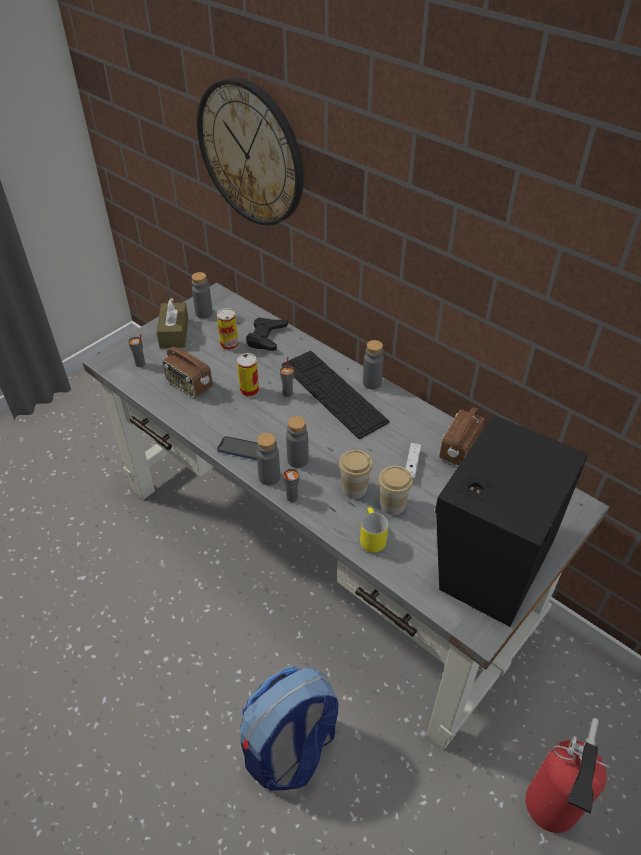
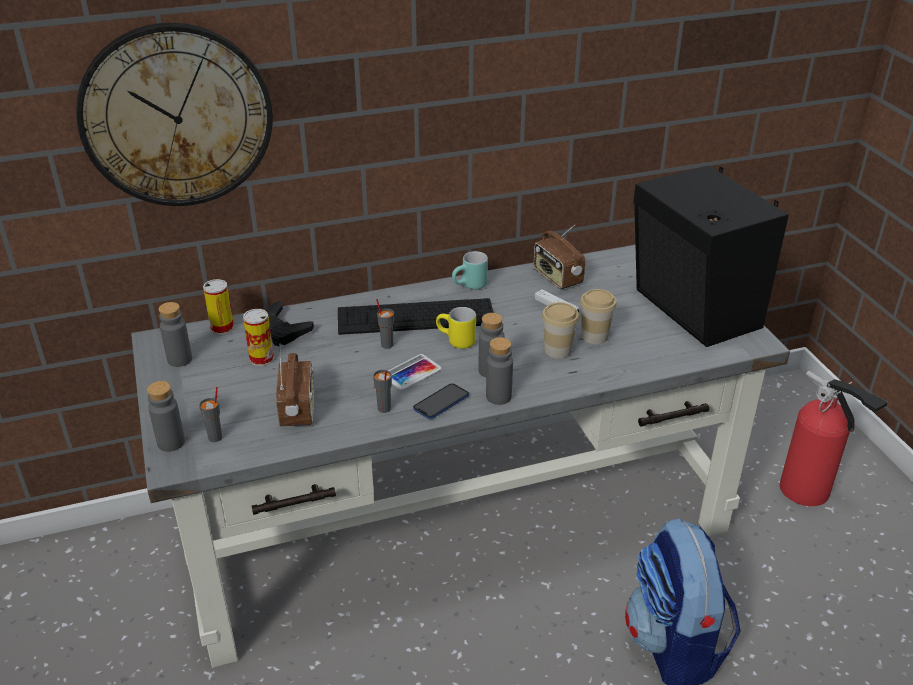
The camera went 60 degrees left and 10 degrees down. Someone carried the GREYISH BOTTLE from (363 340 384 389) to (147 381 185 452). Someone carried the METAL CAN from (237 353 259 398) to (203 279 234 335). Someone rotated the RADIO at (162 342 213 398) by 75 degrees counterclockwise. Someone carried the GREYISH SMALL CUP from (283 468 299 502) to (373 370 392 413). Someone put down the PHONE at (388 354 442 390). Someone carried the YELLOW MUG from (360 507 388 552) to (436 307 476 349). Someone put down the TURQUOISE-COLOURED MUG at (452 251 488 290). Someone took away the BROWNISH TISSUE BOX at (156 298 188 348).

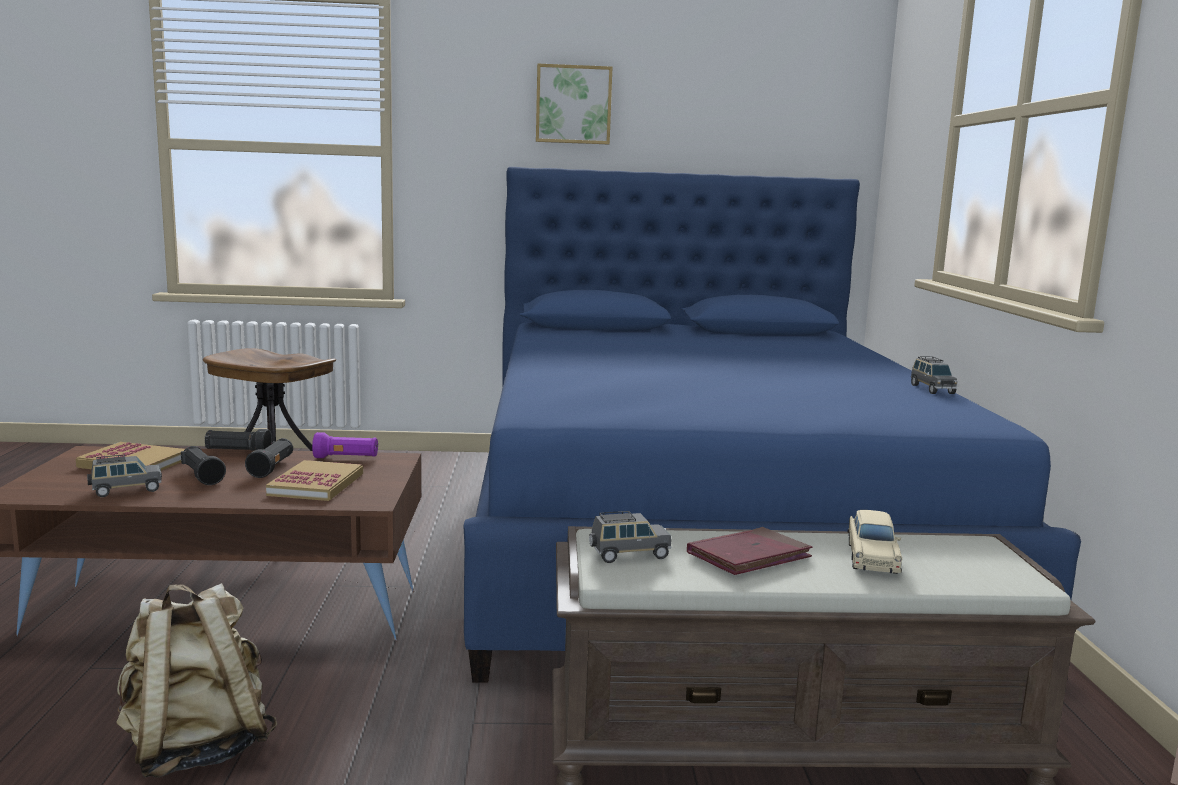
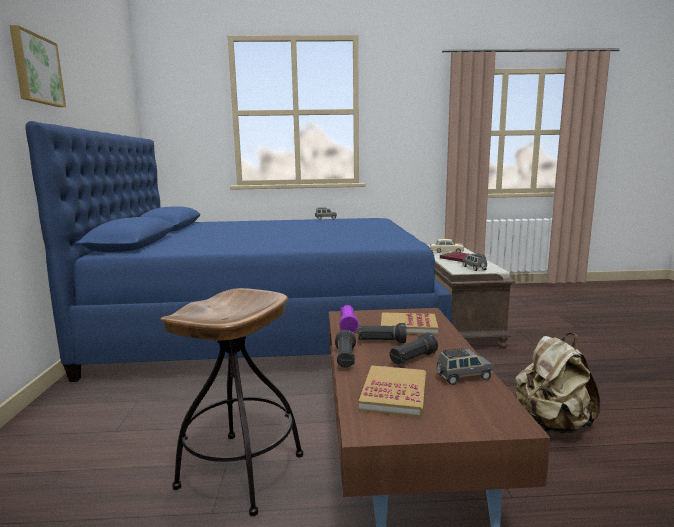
The camera went 90 degrees left and 0 degrees up. Someone rotated the GREYISH TOY CAR at (87 455 162 497) by 105 degrees clockwise.

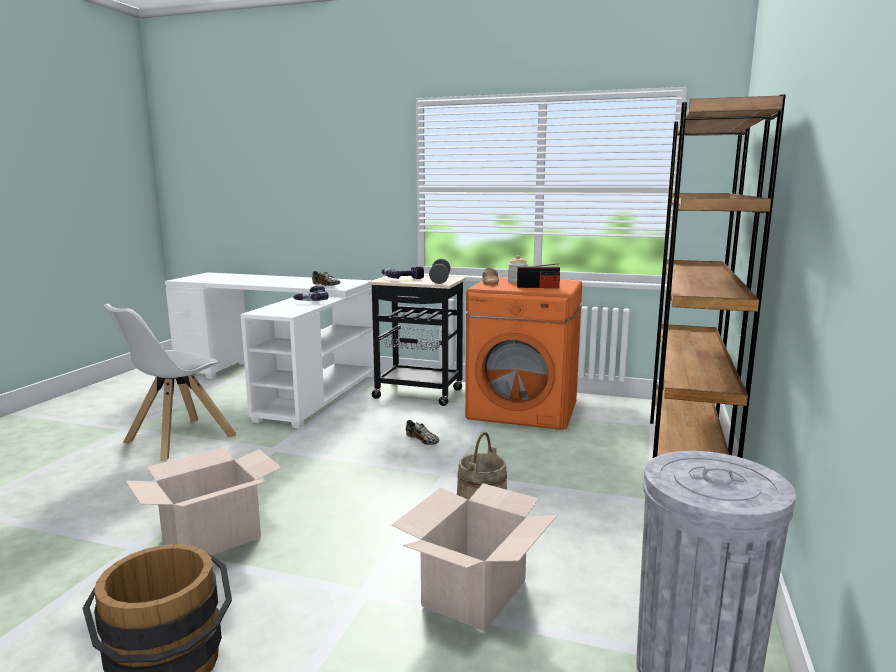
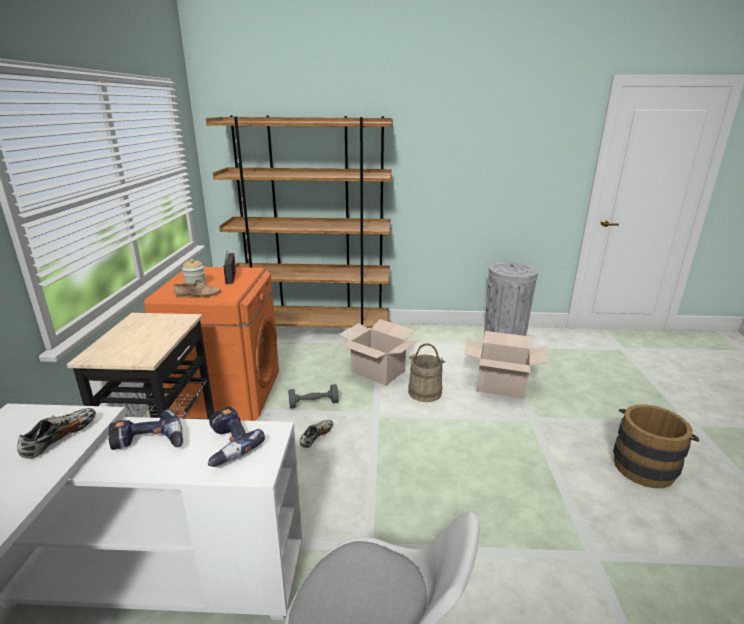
The camera went 105 degrees left and 10 degrees up. Someone carried the ELECTRIC DRILL from (382 266 424 279) to (208 406 265 467). Someone carried the GREYISH DUMBBELL from (429 259 450 284) to (288 384 339 408). Someone carried the CARDBOARD BOX from (125 447 282 556) to (339 319 419 386).

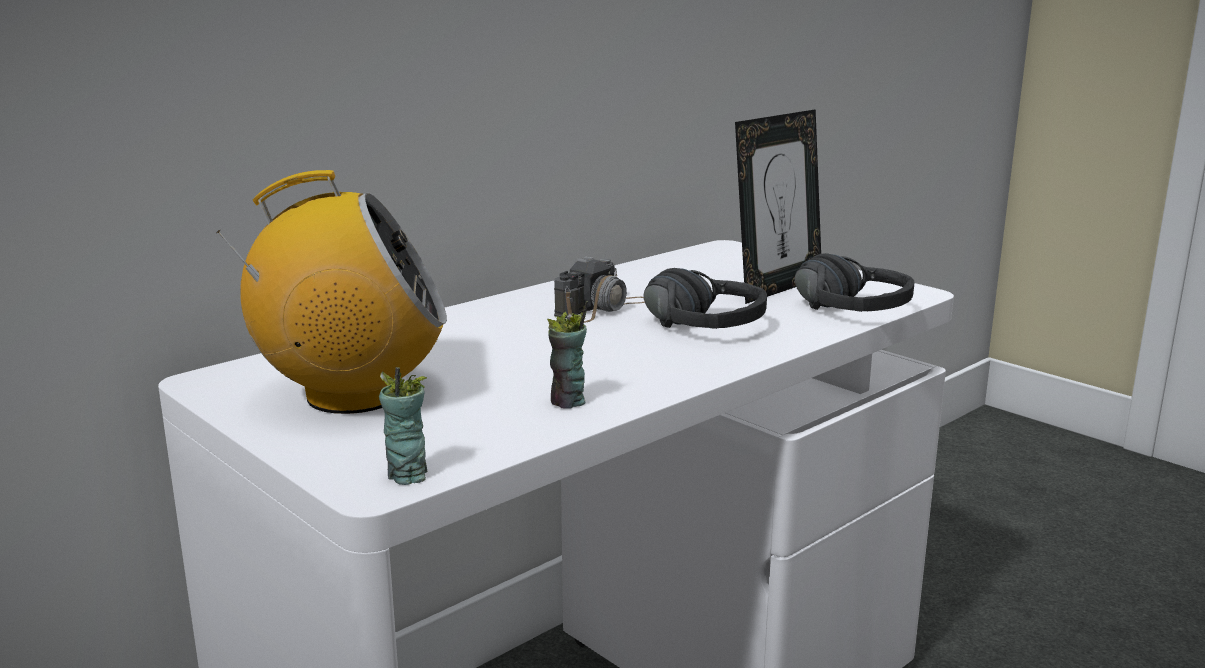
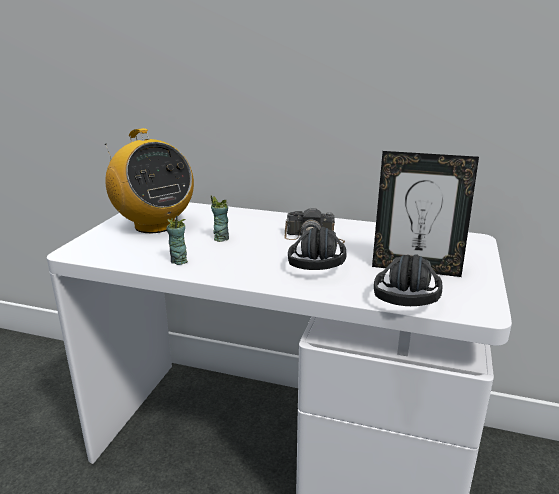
The camera went 60 degrees right and 5 degrees up. Someone carried the SMALL CUP from (379 367 427 485) to (211 195 229 242).

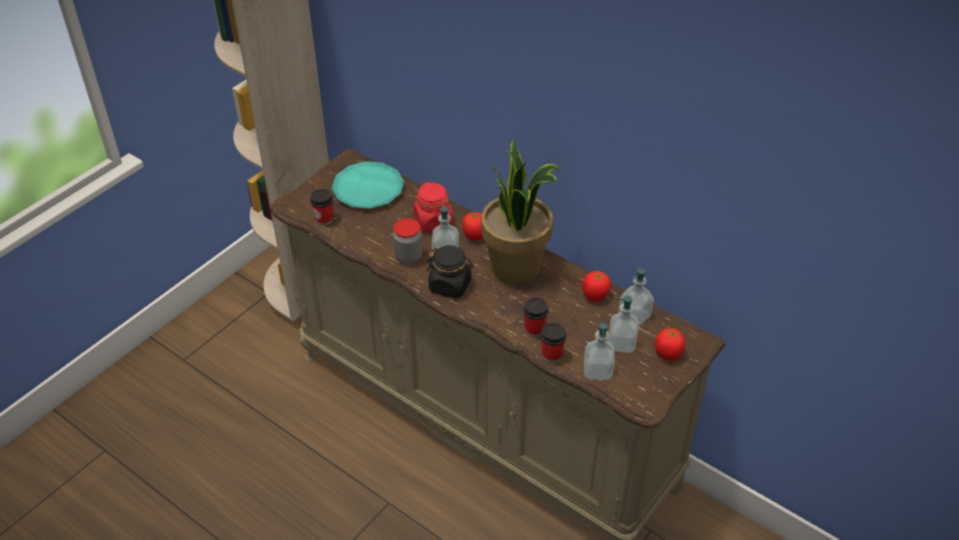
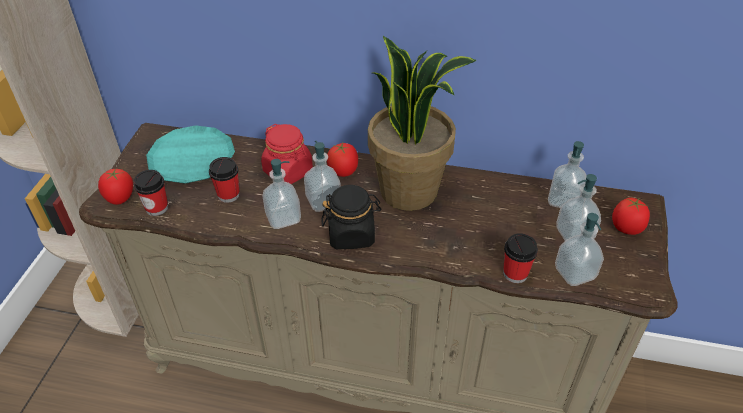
The camera went 25 degrees left and 0 degrees up. Someone carried the WHOLE TOMATO from (582 271 611 302) to (98 169 133 205). Someone carried the SMALL CUP from (523 297 549 337) to (209 157 240 203). Someone swapped the STORAGE JAR at (393 218 423 264) for the LIQUID SOAP BOTTLE at (262 159 301 229).

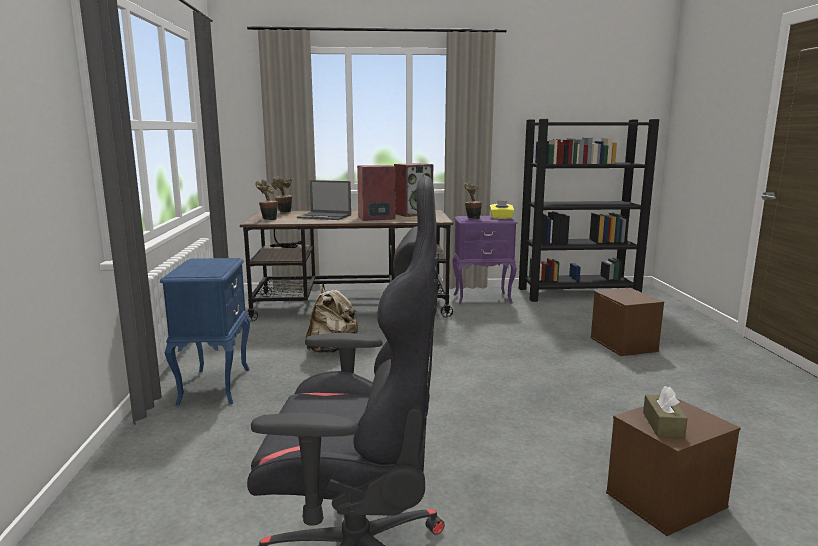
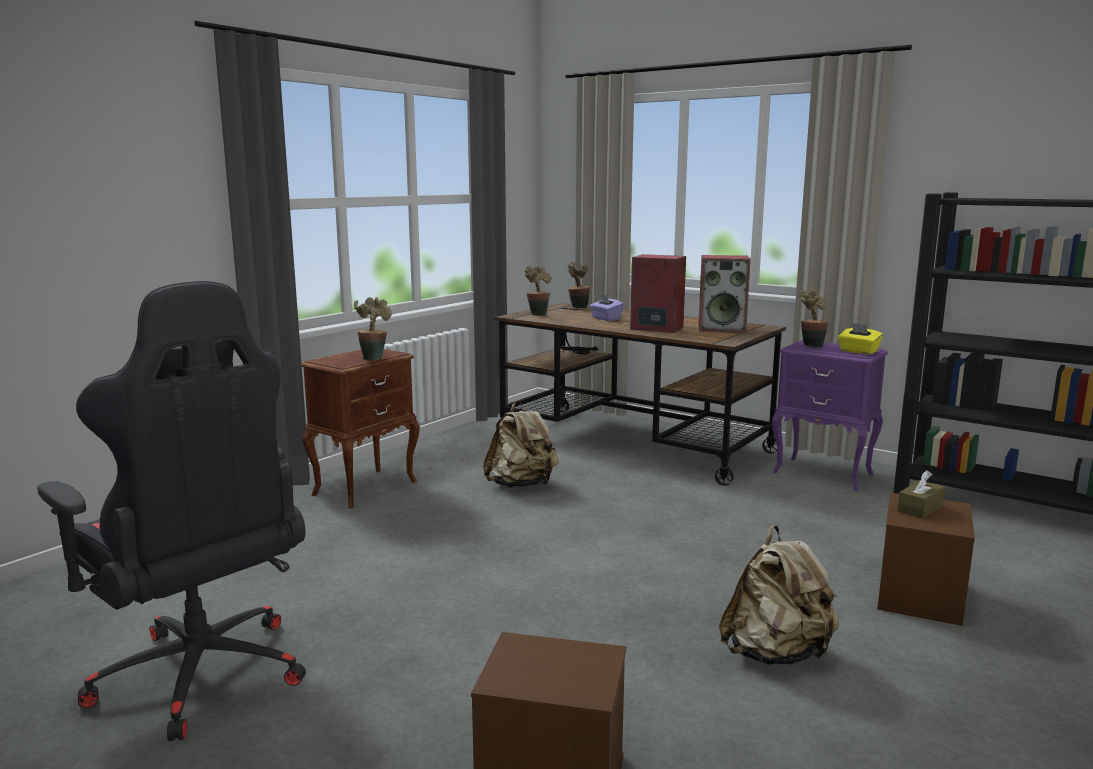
The camera went 40 degrees right and 0 degrees up. Someone repainted the BLUISH BEDSIDE TABLE at (160 258 250 406), which became the BROWNISH BEDSIDE TABLE at (300 349 420 509). Someone put down the POTTED PLANT at (354 297 392 361). Someone swapped the LAPTOP at (297 180 351 220) for the PURPLE-COLOURED TISSUE BOX at (589 294 624 321). Someone put down the SAND-COLOURED KNAPSACK at (719 525 839 665). Someone carried the BROWNISH TISSUE BOX from (643 386 688 438) to (897 470 945 519).

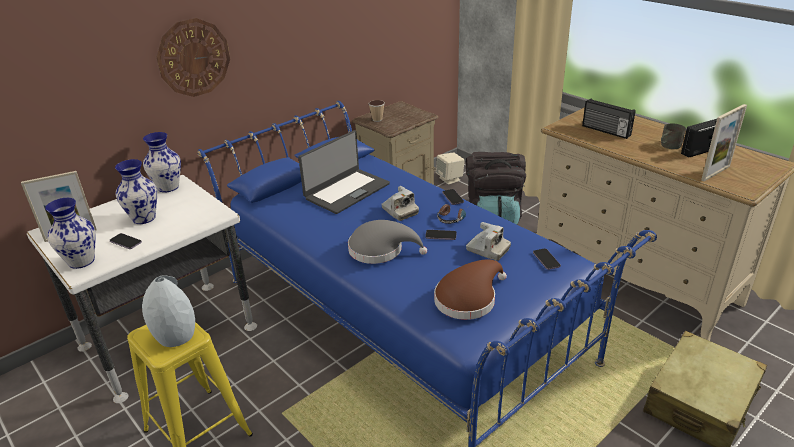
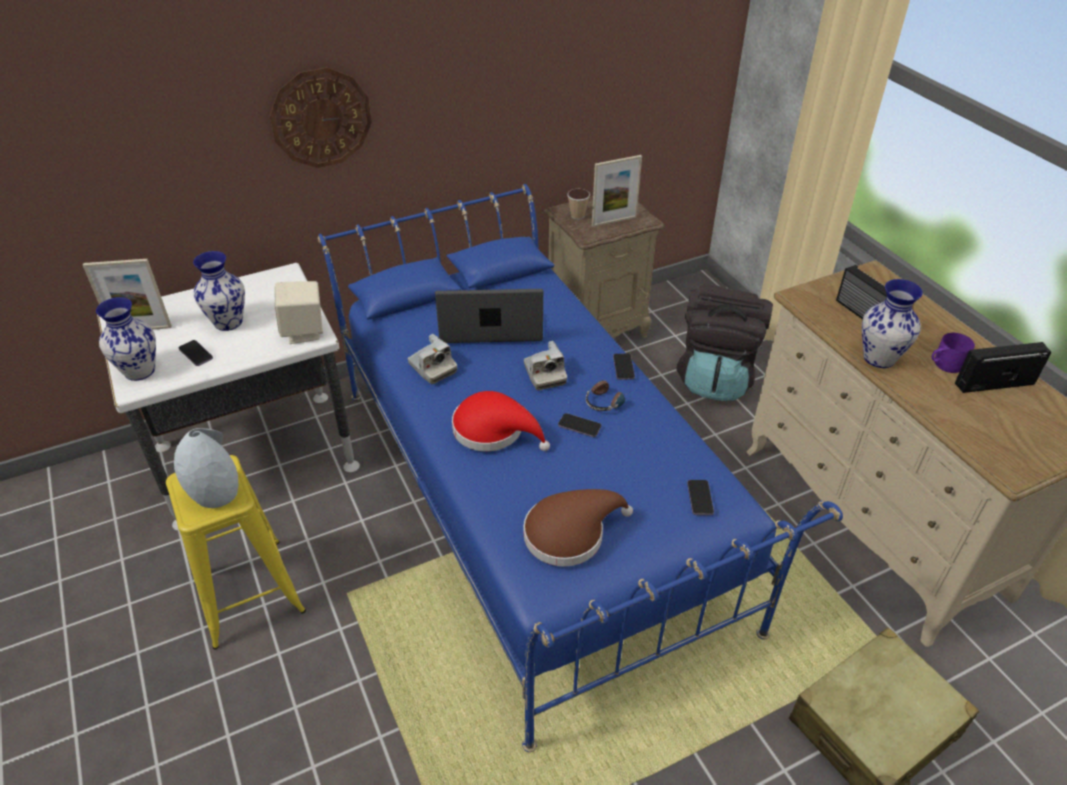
The camera went 15 degrees right and 10 degrees up. Someone carried the SAND-COLOURED AUDIO SPEAKER from (436 152 465 185) to (274 281 323 344). Someone carried the PHOTO CAMERA from (466 222 511 261) to (408 334 457 384). Someone rotated the LAPTOP at (298 130 390 214) by 150 degrees counterclockwise. Someone repainted the GREYISH HAT at (348 220 427 264), which became the RED-COLOURED HAT at (452 391 550 452). Someone carried the PHOTO FRAME from (701 104 747 181) to (592 155 642 227). Someone carried the VASE from (143 132 181 192) to (862 279 923 368). Someone repainted the GREYISH MUG at (661 123 686 149), which became the PURPLE-COLOURED MUG at (932 333 975 373).

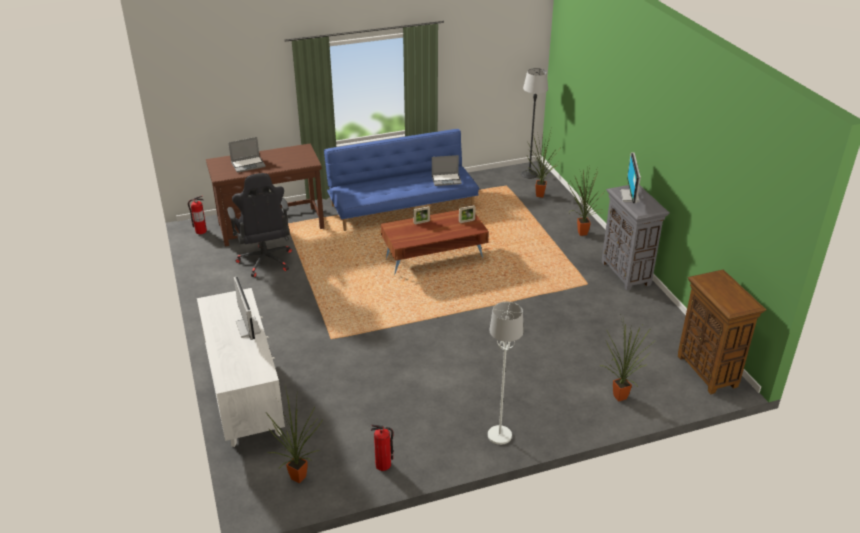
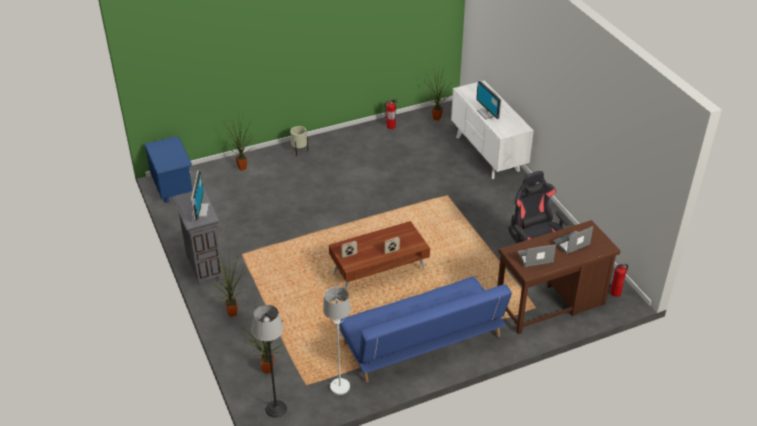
The camera went 175 degrees right and 5 degrees up. Someone swapped the BROWNISH CABINET at (678 269 766 394) for the BLUISH BEDSIDE TABLE at (144 136 193 203). Someone put down the SAND-COLOURED PLANT POT at (290 126 308 156). Someone carried the WHITISH STANDARD LAMP from (488 302 523 445) to (323 286 351 395). Someone carried the LAPTOP from (432 155 462 186) to (517 244 556 267).

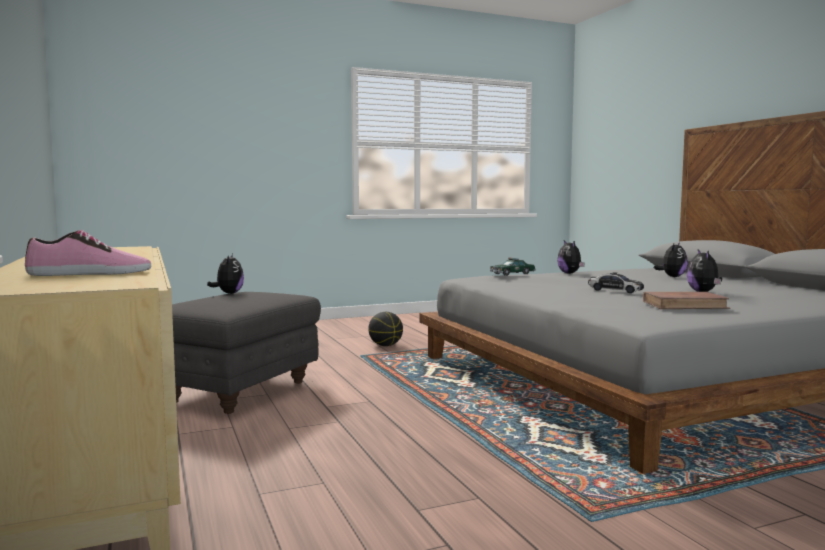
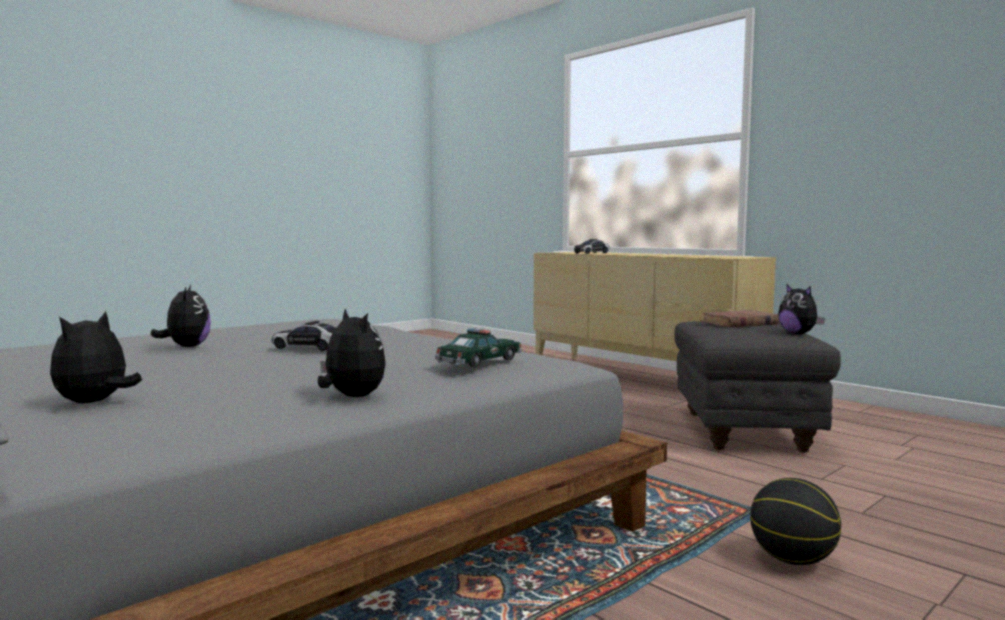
The camera went 160 degrees right and 0 degrees up. Someone swapped the LOW SHOE at (25 230 151 276) for the TOY CAR at (574 239 610 254). Someone carried the BROWNISH BOUND BOOK from (643 292 730 309) to (701 310 780 327).

